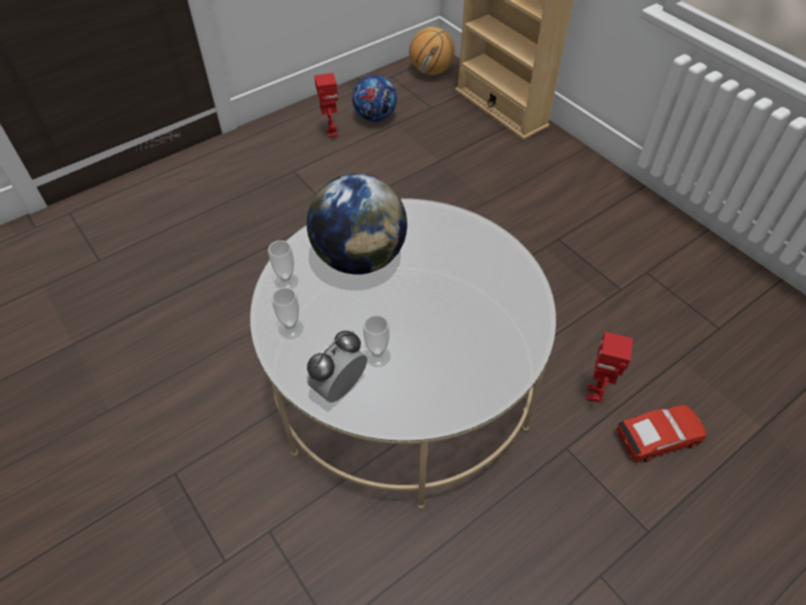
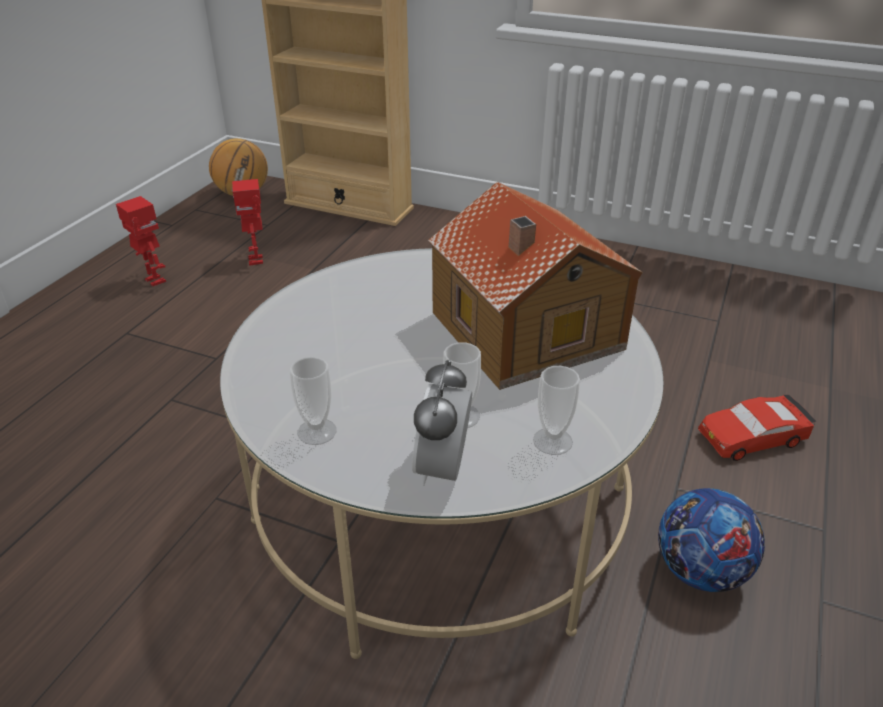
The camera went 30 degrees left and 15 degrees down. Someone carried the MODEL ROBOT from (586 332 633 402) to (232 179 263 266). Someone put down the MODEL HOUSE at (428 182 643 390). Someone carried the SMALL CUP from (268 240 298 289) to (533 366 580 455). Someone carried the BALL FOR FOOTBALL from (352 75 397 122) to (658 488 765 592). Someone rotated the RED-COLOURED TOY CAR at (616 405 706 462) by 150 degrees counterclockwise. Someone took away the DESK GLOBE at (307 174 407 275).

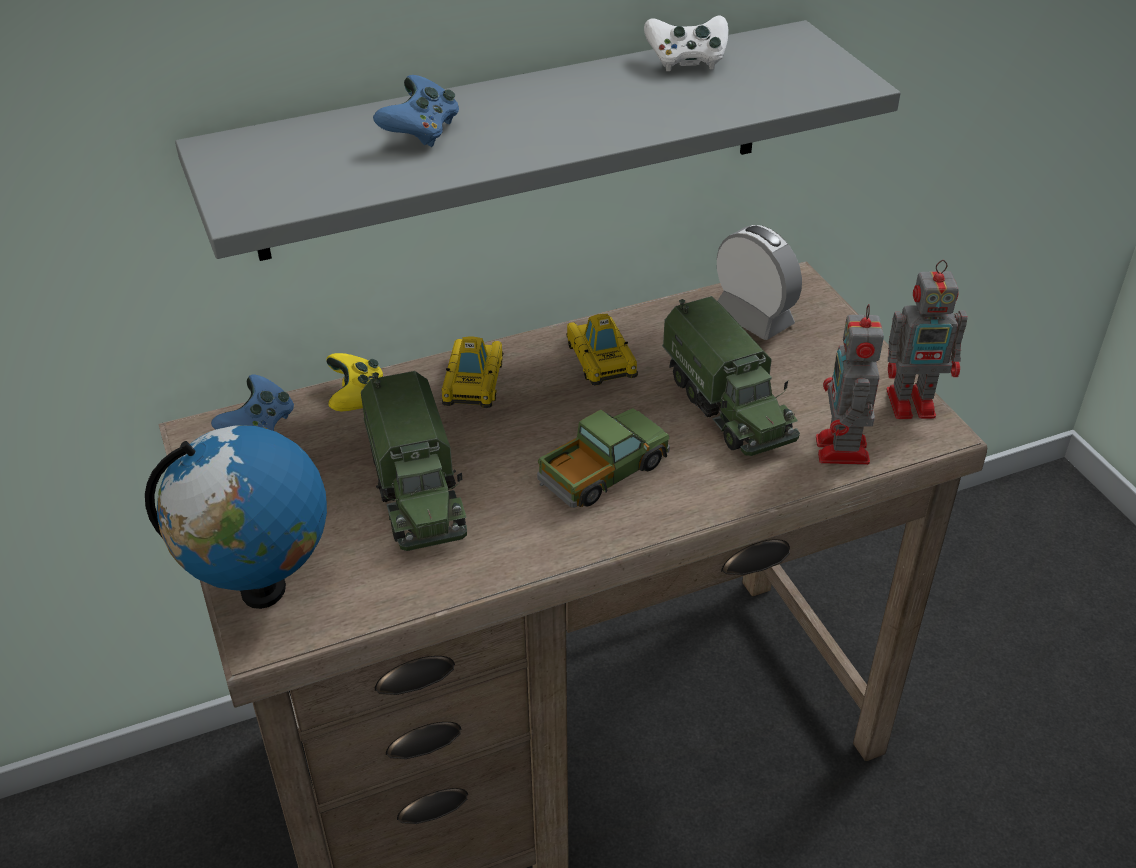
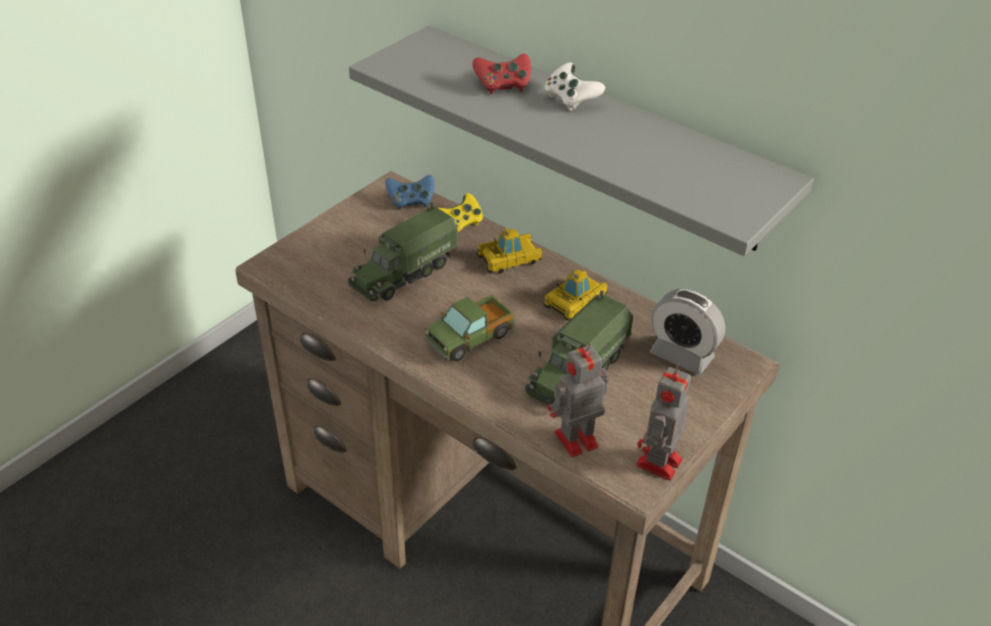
The camera went 60 degrees right and 0 degrees up. Someone rotated the TOY TRUCK at (537 408 670 508) by 120 degrees clockwise. Someone repainted the BLUISH GAME CONTROLLER at (373 75 459 147), which became the RED-COLOURED GAME CONTROLLER at (472 54 531 94). Someone carried the WHITISH GAME CONTROLLER from (644 16 728 71) to (545 63 605 111). Someone rotated the MODEL ROBOT at (887 260 967 419) by 60 degrees clockwise. Someone rotated the BEDSIDE CLOCK at (717 225 802 340) by 105 degrees clockwise. Someone took away the DESK GLOBE at (145 425 327 609).

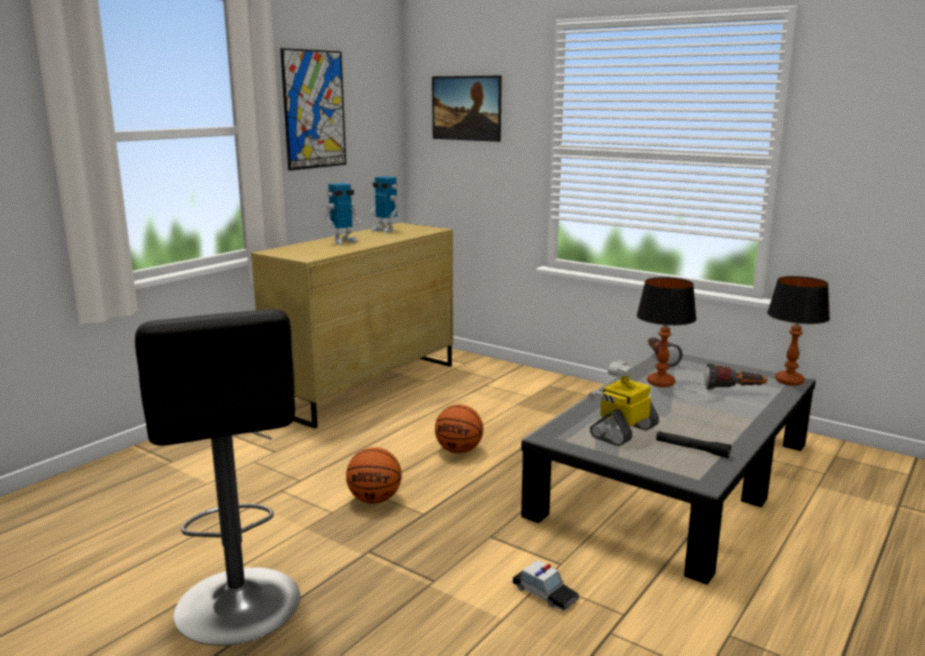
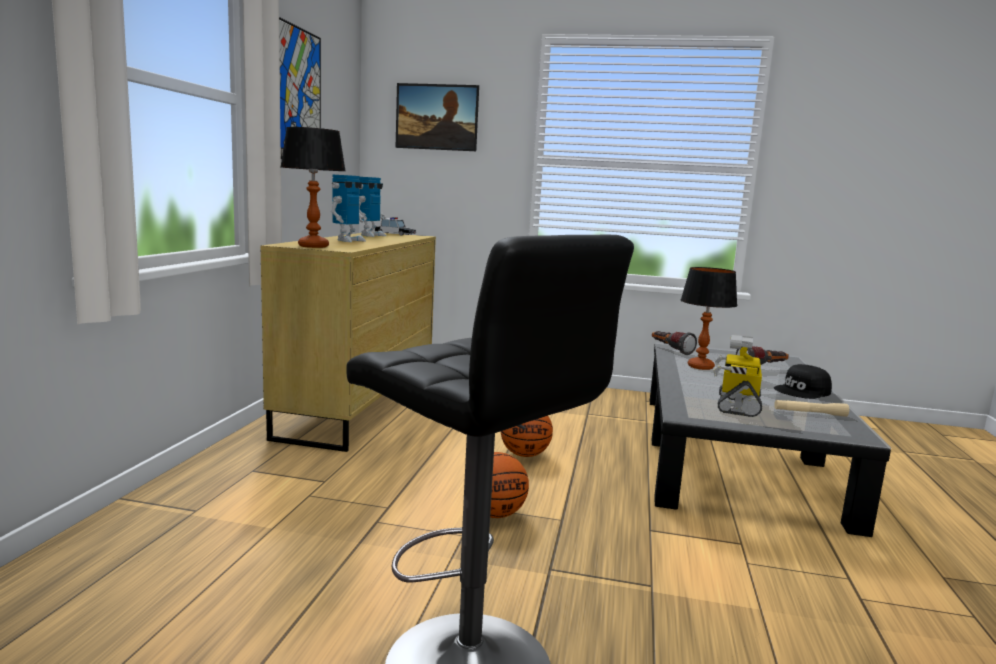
The camera went 25 degrees left and 5 degrees down. Someone carried the LAMP FOR A TABLE from (767 276 830 386) to (281 127 345 248). Someone rotated the MODEL ROBOT at (370 176 399 233) by 75 degrees counterclockwise. Someone carried the TOY CAR from (513 560 579 611) to (375 217 416 235). Someone put down the BLACK CAP at (774 364 832 399). Someone repainted the BLACK TORCH at (656 431 731 458), which became the SAND-COLOURED TORCH at (774 400 849 417).

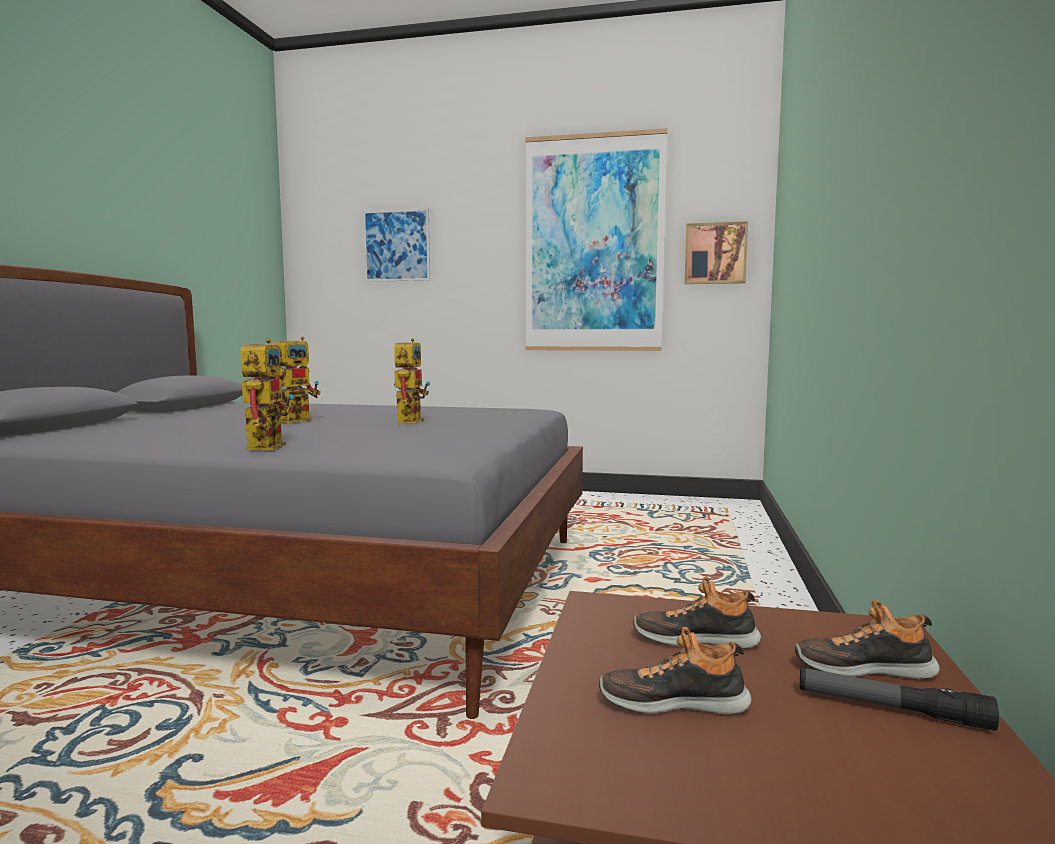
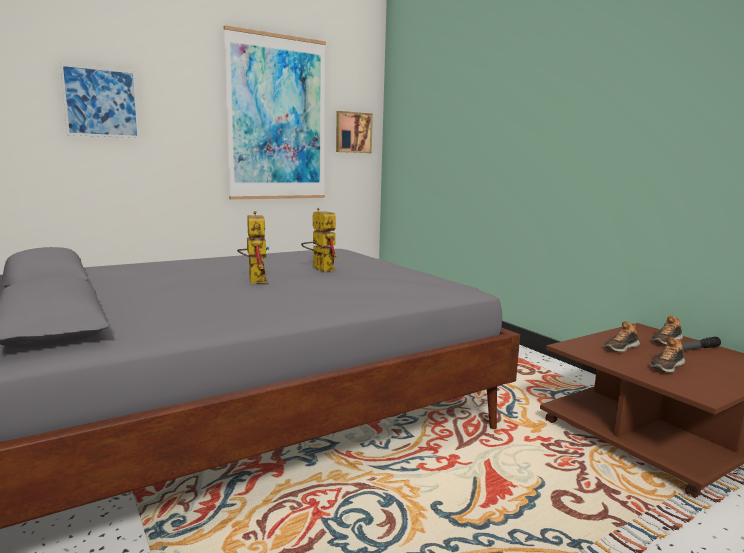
The camera went 45 degrees left and 5 degrees up. Someone took away the MODEL ROBOT at (240 338 294 450).

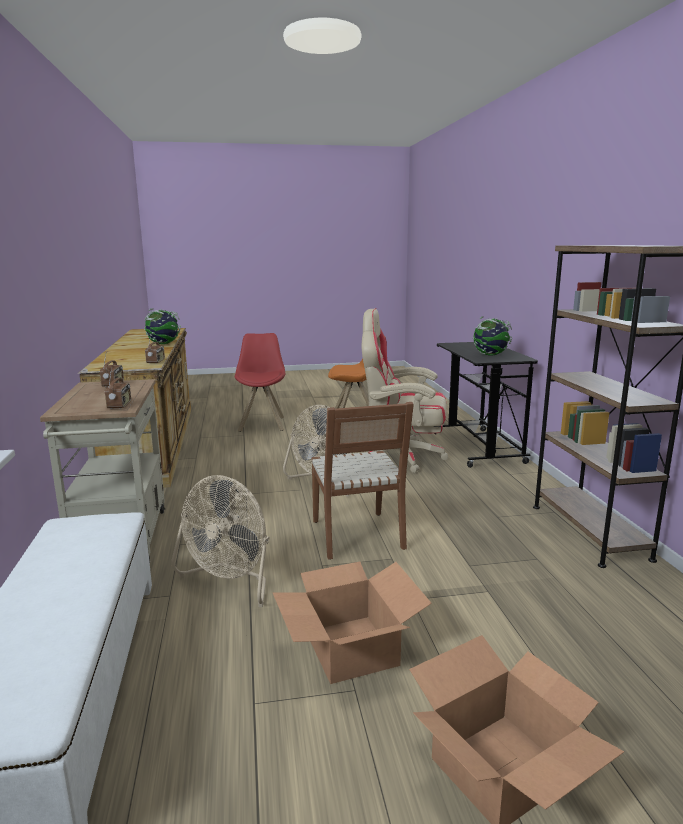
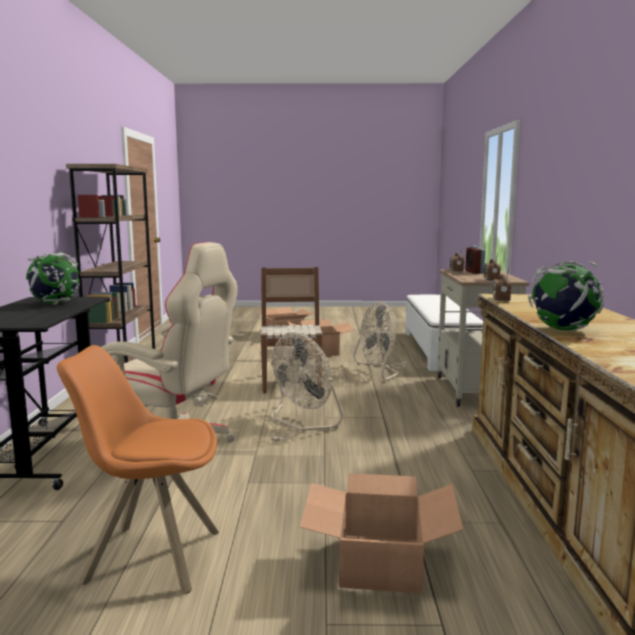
The camera went 170 degrees left and 5 degrees down. Someone swapped the RED-COLOURED UPRIGHT CHAIR at (235 333 285 432) for the CARDBOARD BOX at (300 473 463 593). Someone rotated the SAND-COLOURED ELECTRIC FAN at (171 475 270 607) by 150 degrees counterclockwise. Someone put down the BEDSIDE CLOCK at (466 245 485 274).

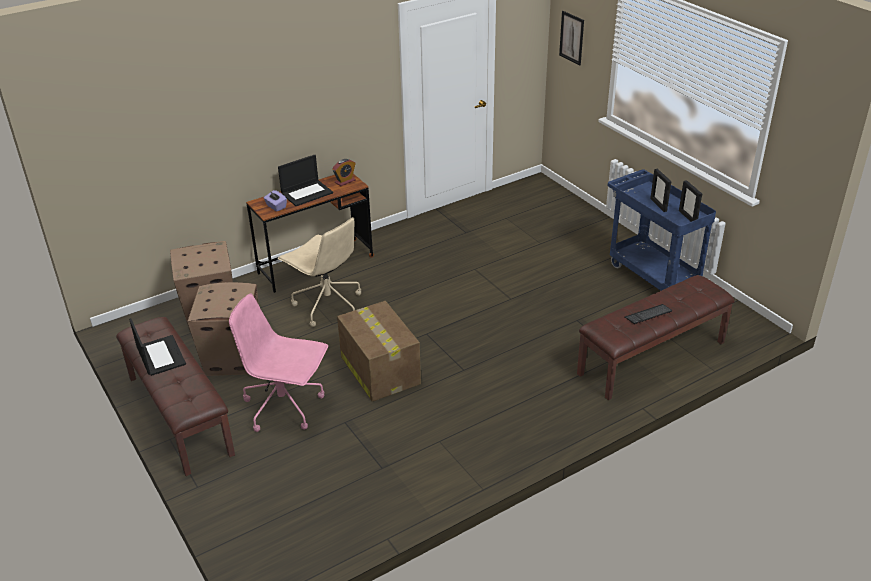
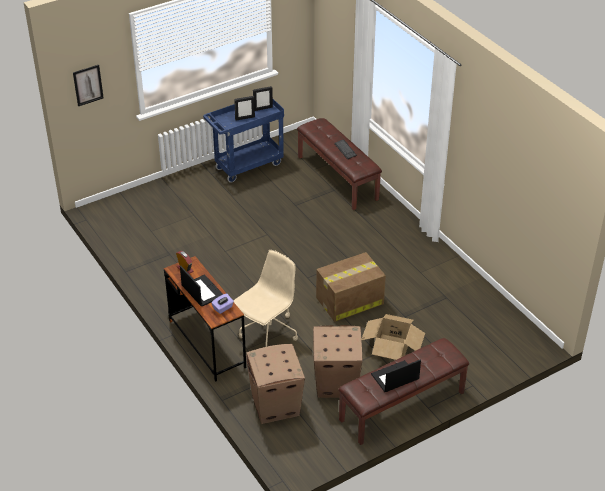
The camera went 90 degrees left and 5 degrees up. Someone swapped the PINK COMPUTER CHAIR at (229 293 328 432) for the CARDBOARD BOX at (361 314 425 360).

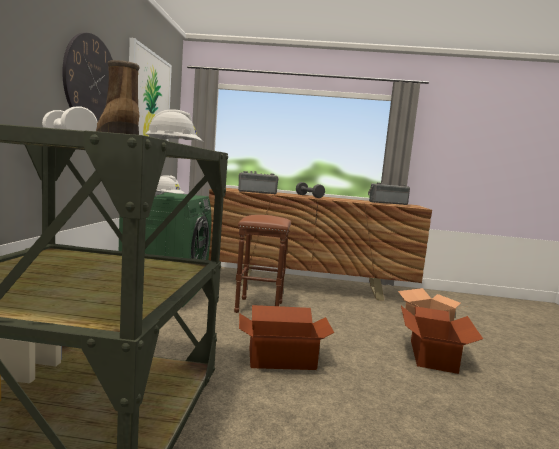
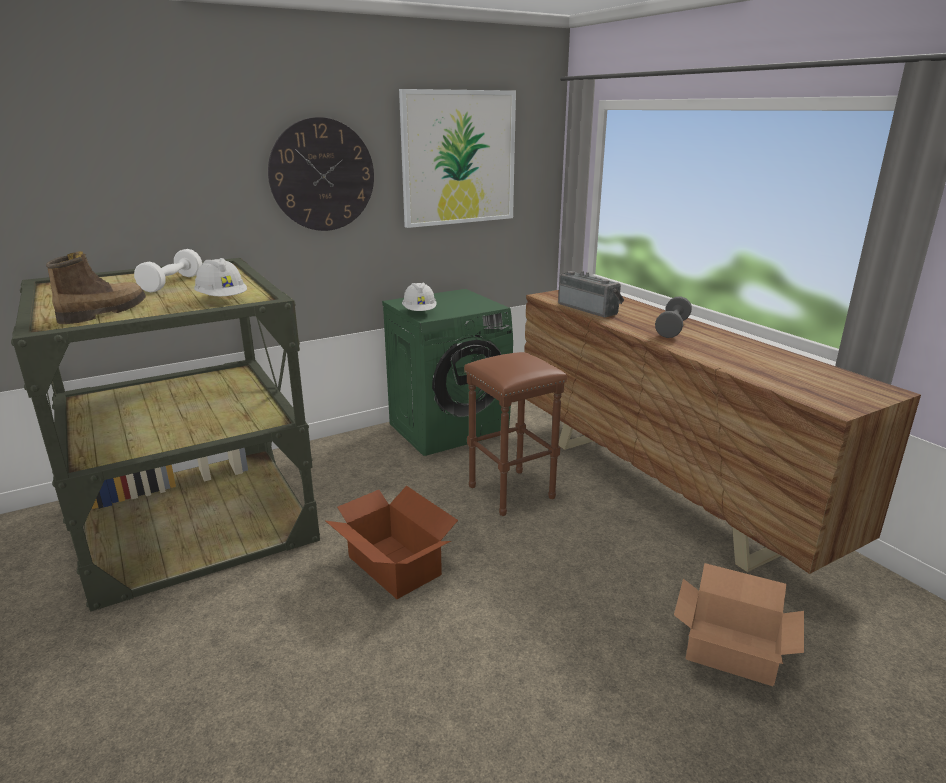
The camera went 55 degrees right and 15 degrees up. Someone took away the RADIO at (368 182 410 205). Someone took away the CARDBOARD BOX at (401 306 483 374).

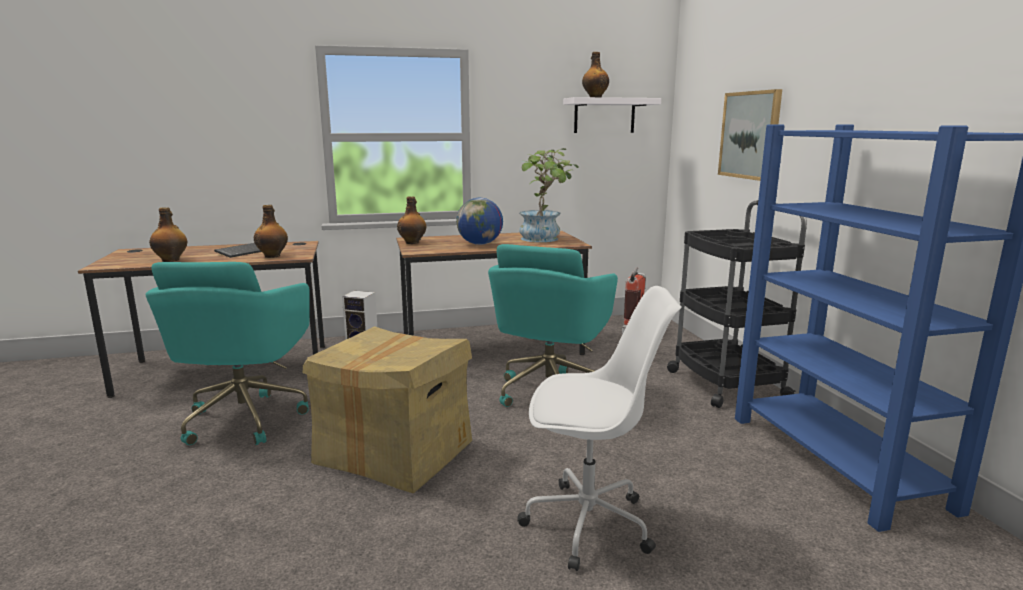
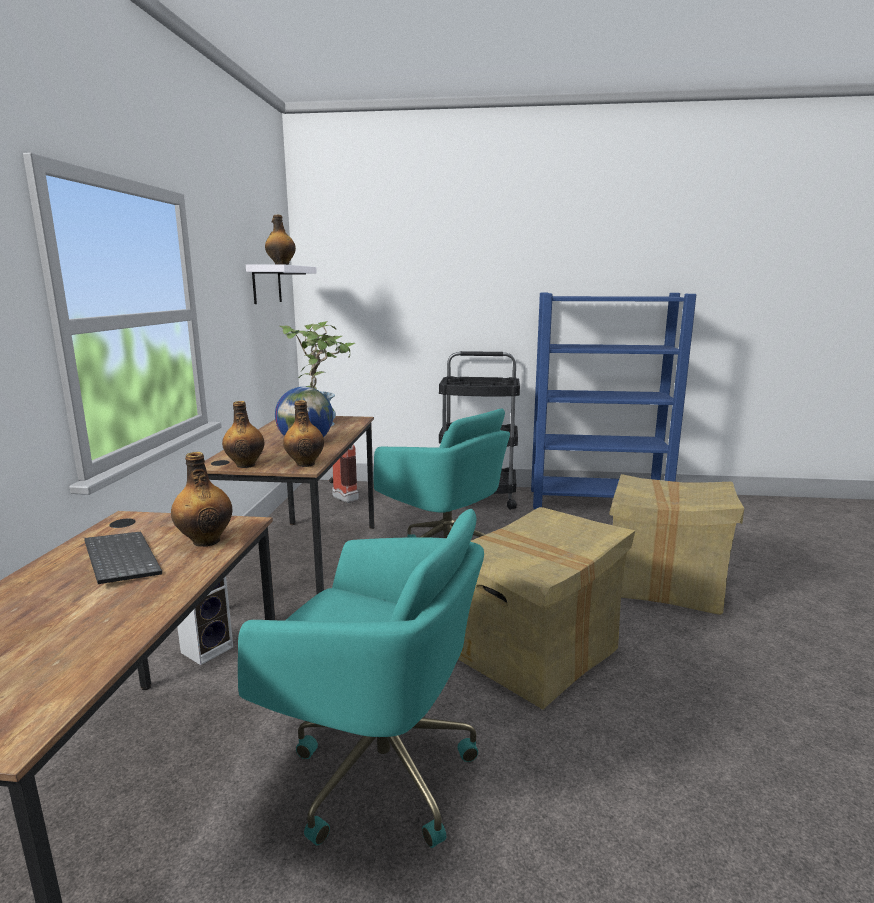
The camera went 70 degrees left and 0 degrees up. Someone carried the BOTTLE from (149 207 187 262) to (283 400 324 467). Someone swapped the WHITISH COMPUTER CHAIR at (518 286 682 571) for the CARDBOARD BOX at (609 474 744 615). Someone took away the PICTURE at (718 89 782 181).

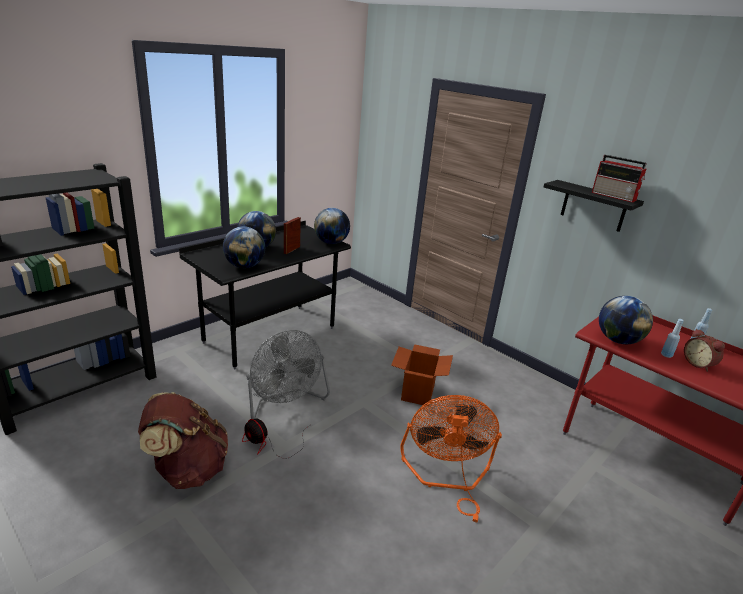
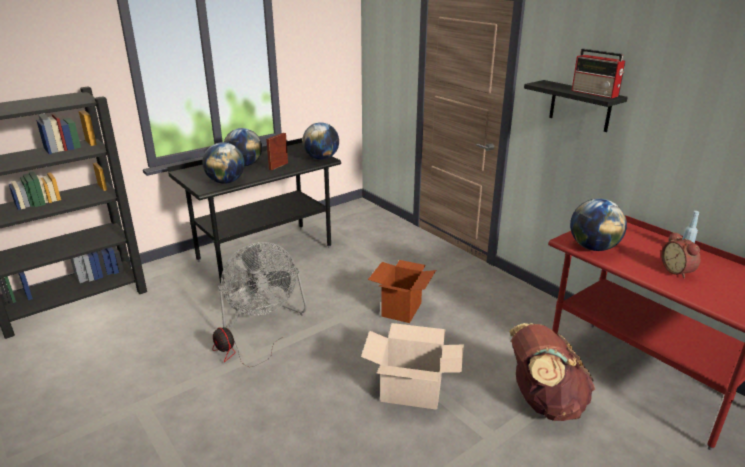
The camera went 10 degrees right and 0 degrees up. Someone swapped the ORANGE-COLOURED ELECTRIC FAN at (400 395 502 522) for the CARDBOARD BOX at (361 323 464 410). Someone carried the BROWNISH KNAPSACK from (138 392 228 489) to (509 323 595 421). Someone took away the BLUISH BOTTLE at (661 319 684 358).

